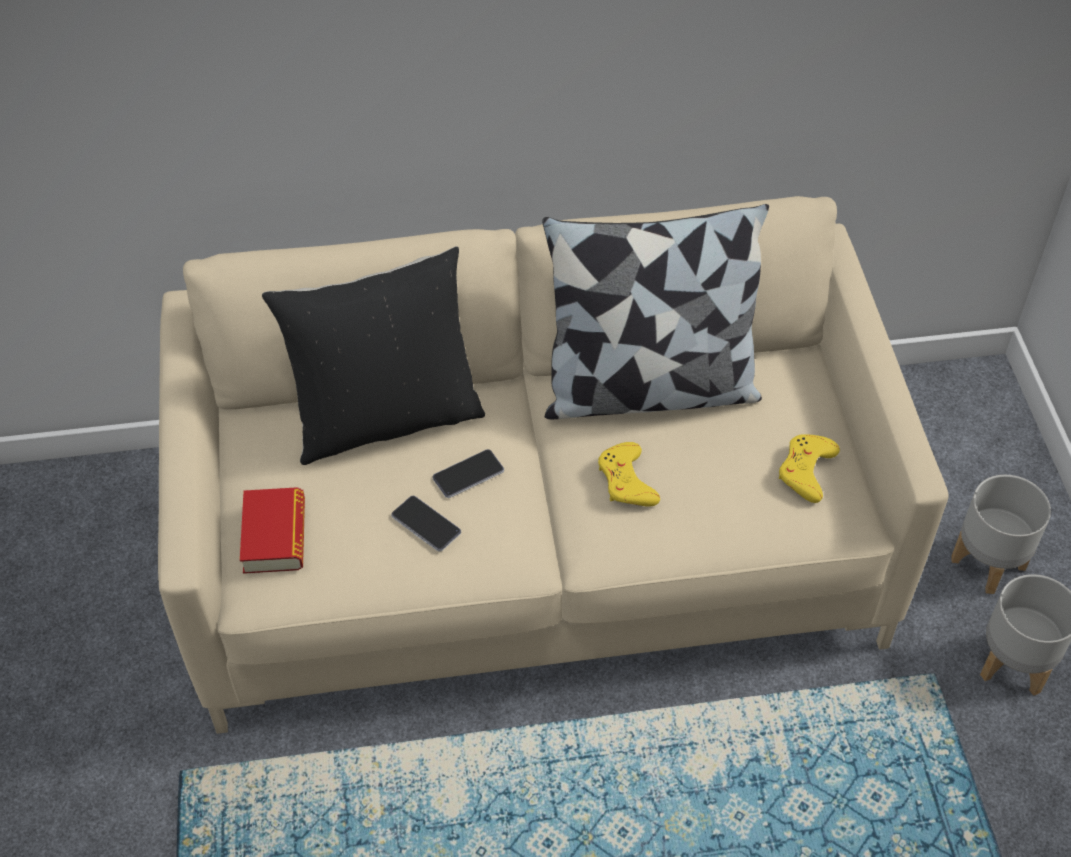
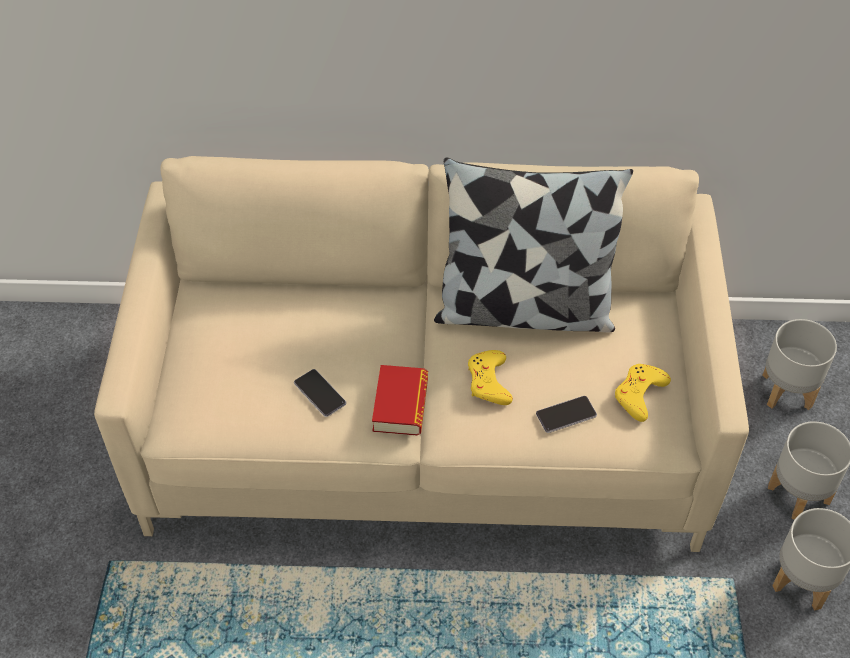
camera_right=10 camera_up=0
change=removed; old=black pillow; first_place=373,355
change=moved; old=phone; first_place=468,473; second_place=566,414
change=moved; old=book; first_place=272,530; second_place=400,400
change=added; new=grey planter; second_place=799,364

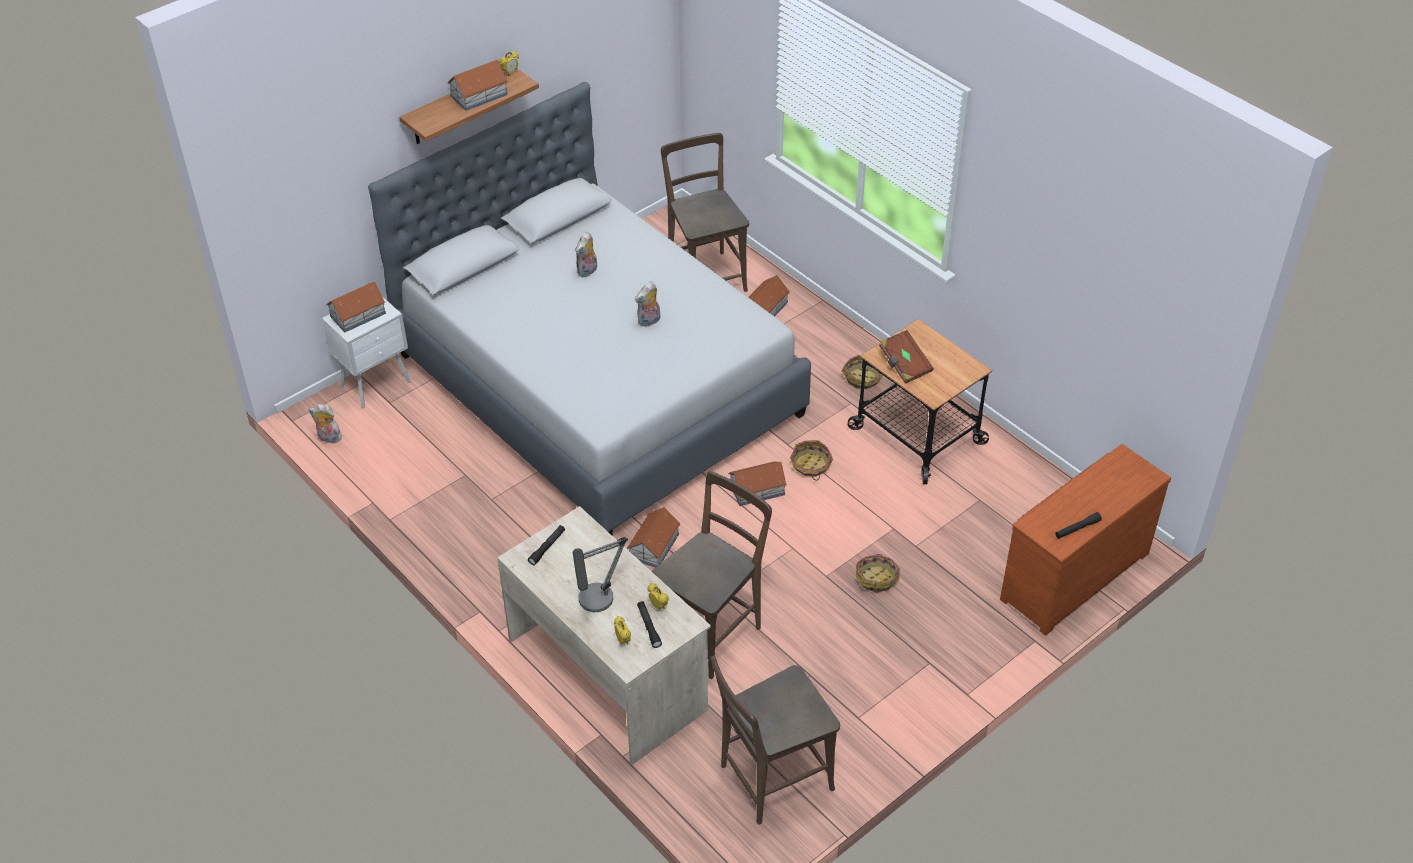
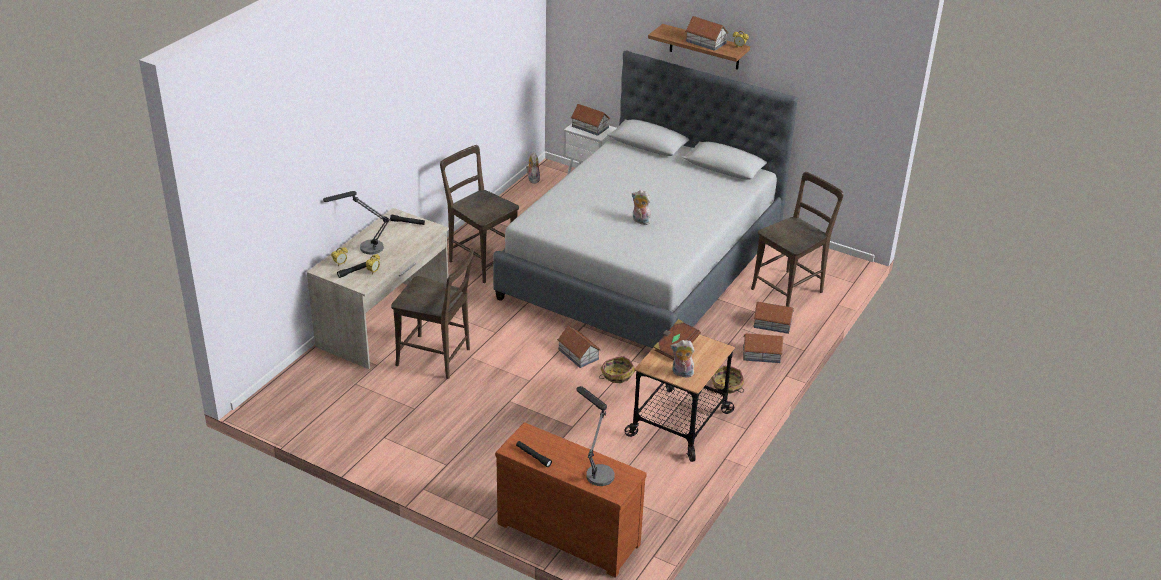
camera_right=70 camera_up=-10
change=moved; old=plush toy; first_place=586,255; second_place=682,359
change=moved; old=toy house; first_place=653,537; second_place=763,348
change=removed; old=basket; first_place=878,573
change=moved; old=brown chair; first_place=775,740; second_place=479,214
change=added; new=table lamp; second_place=596,436

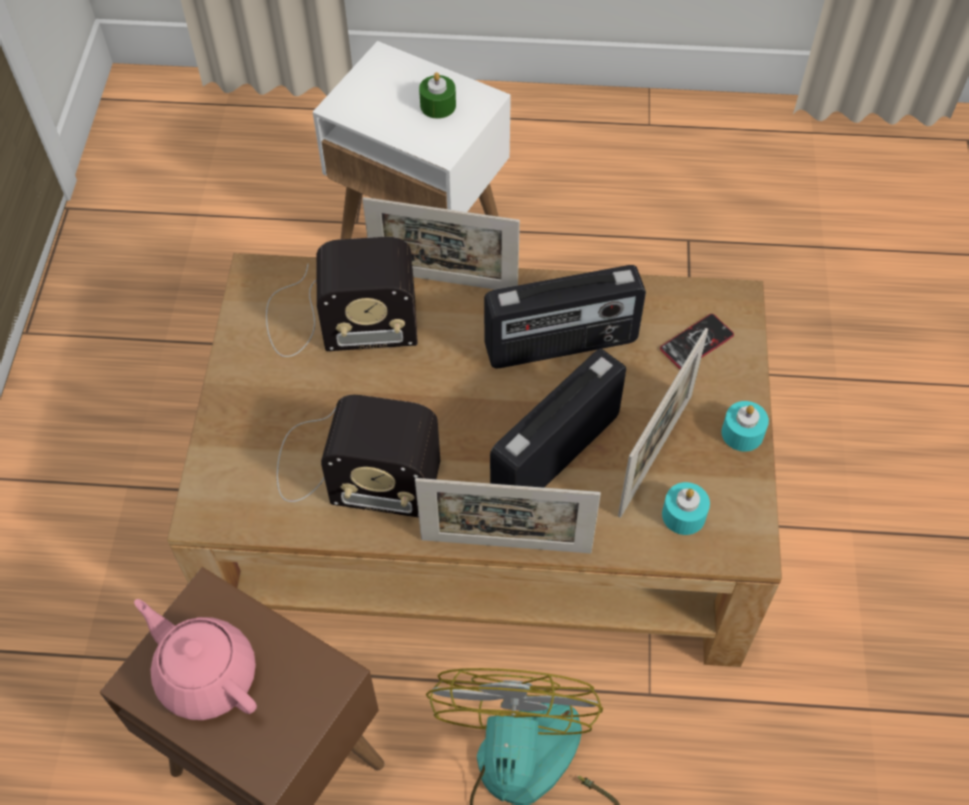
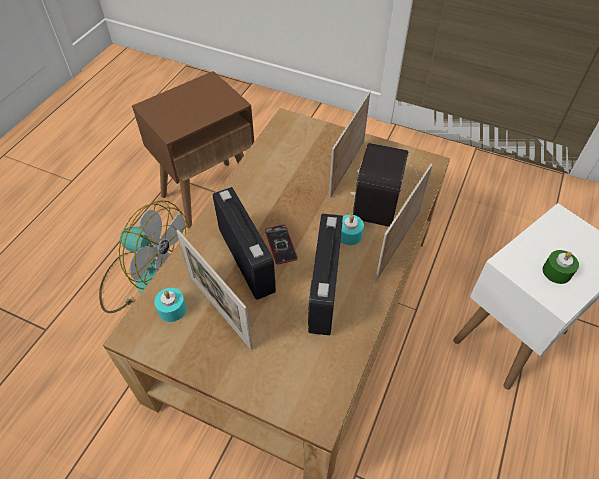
camera_right=110 camera_up=-5
change=moved; old=phone; first_place=697,341; second_place=281,244
change=removed; old=radio; first_place=358,456
change=moved; old=turquoise candle; first_place=745,426; second_place=352,230
change=moved; old=picture frame; first_place=508,515; second_place=349,144
change=removed; old=pink teapot; first_place=195,659

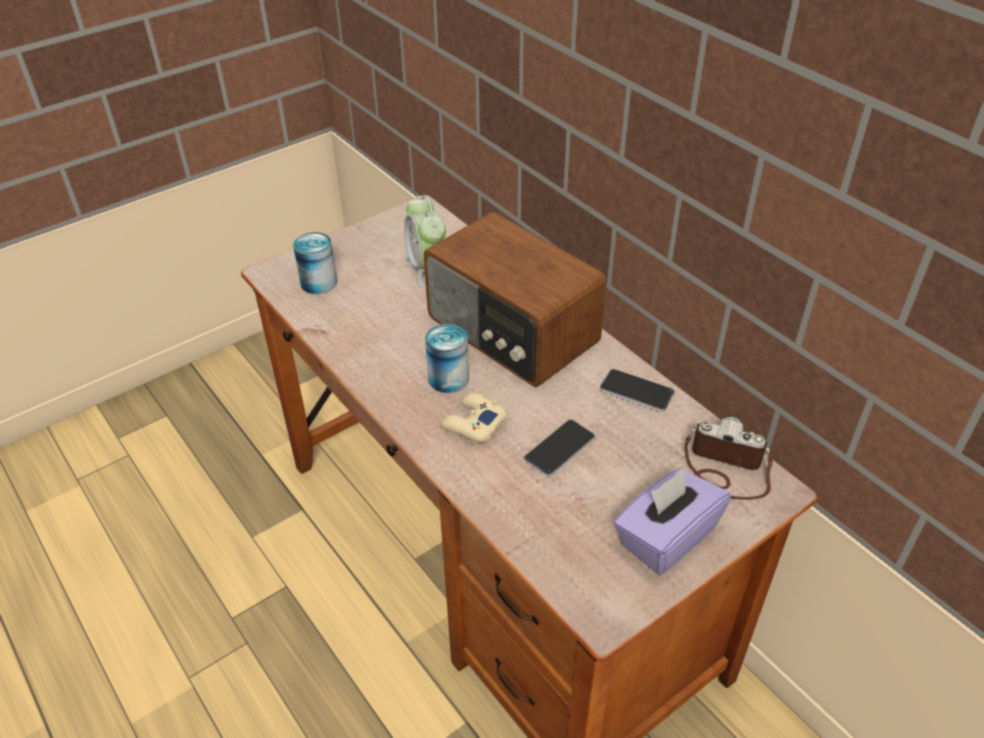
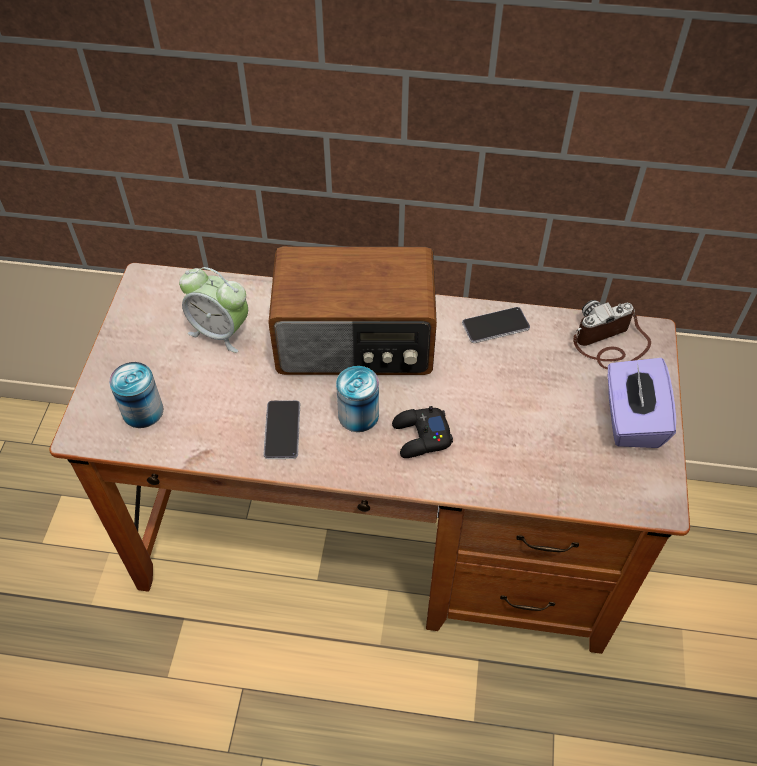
camera_right=-45 camera_up=10
change=recoloured; old=beige game controller; new=black game controller; first_place=474,418; second_place=422,432
change=moved; old=phone; first_place=559,448; second_place=282,429

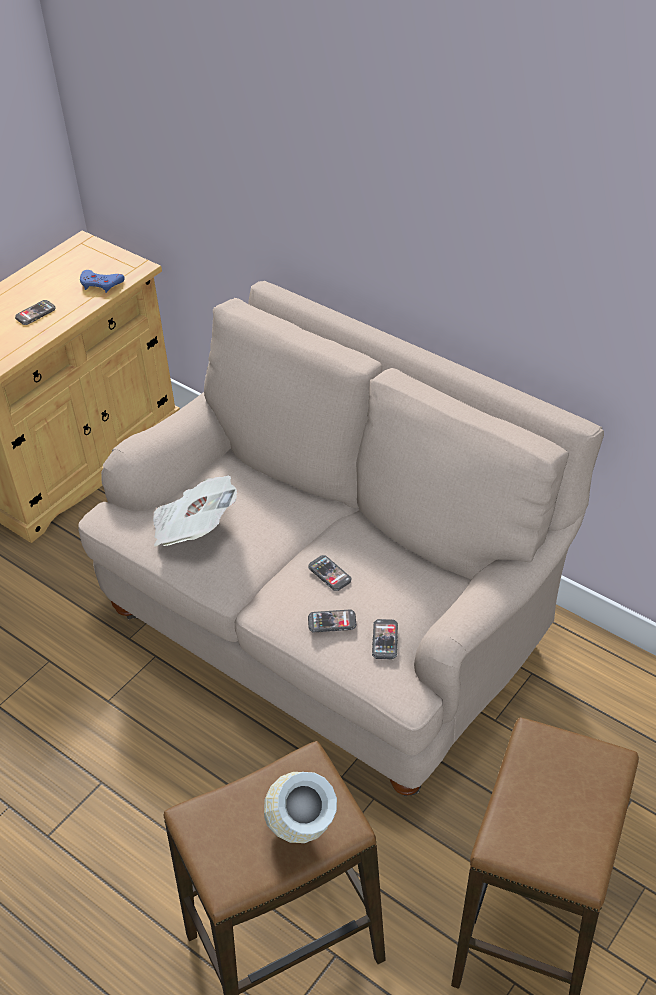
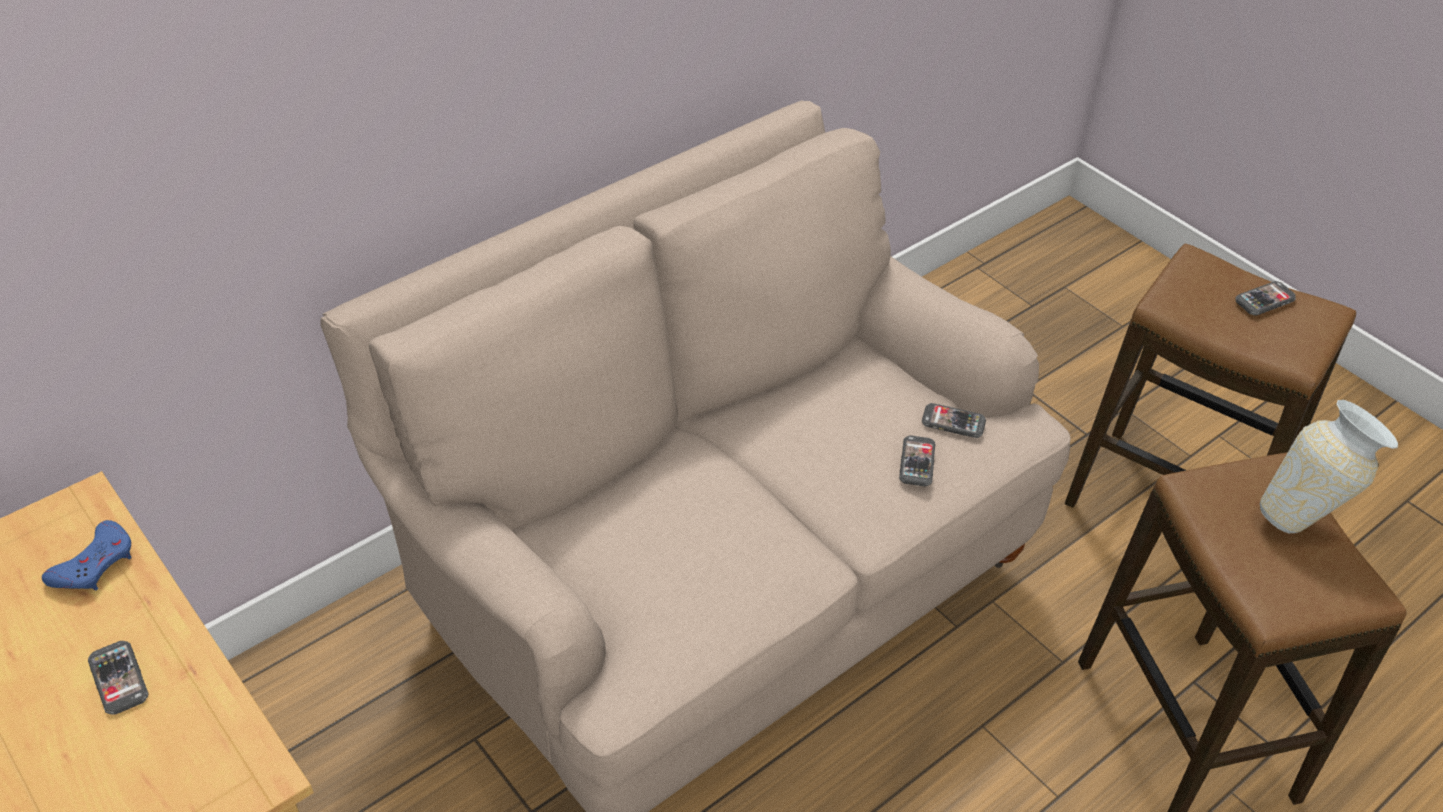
camera_right=-80 camera_up=0
change=removed; old=newspaper; first_place=195,511
change=moved; old=phone; first_place=330,573; second_place=1266,298

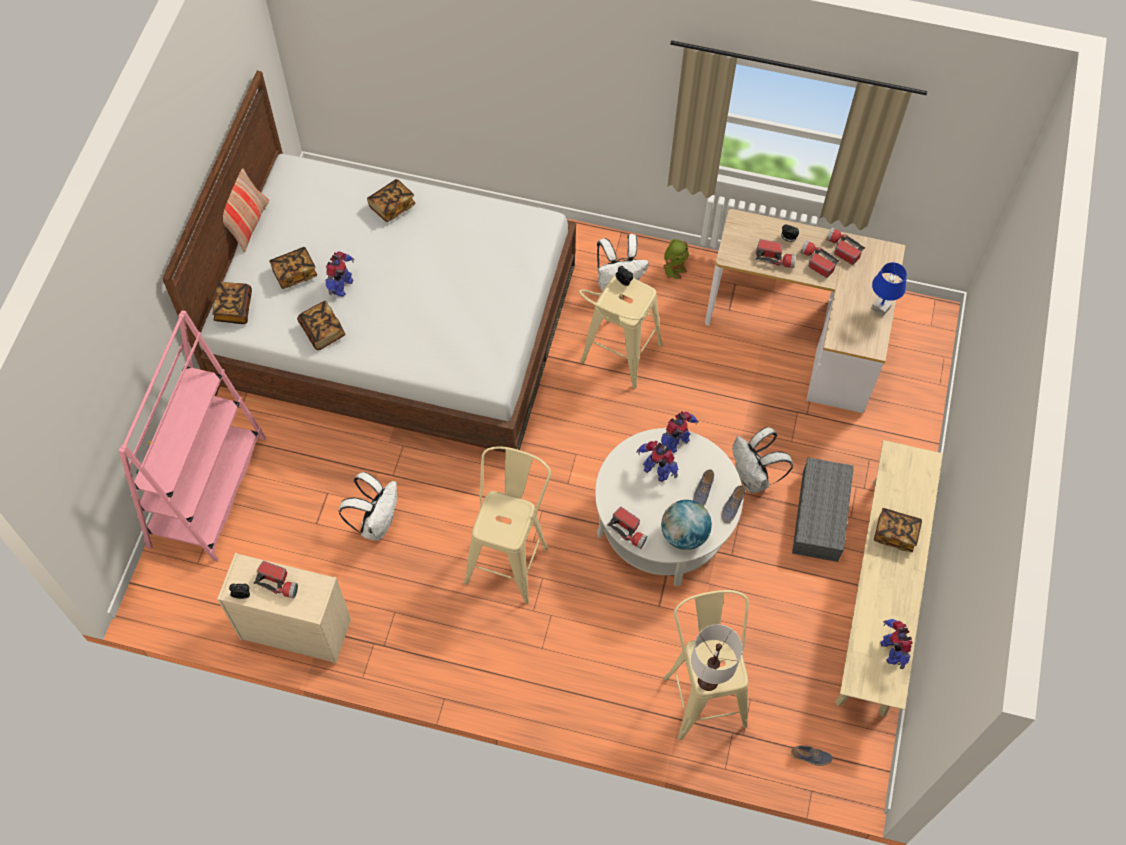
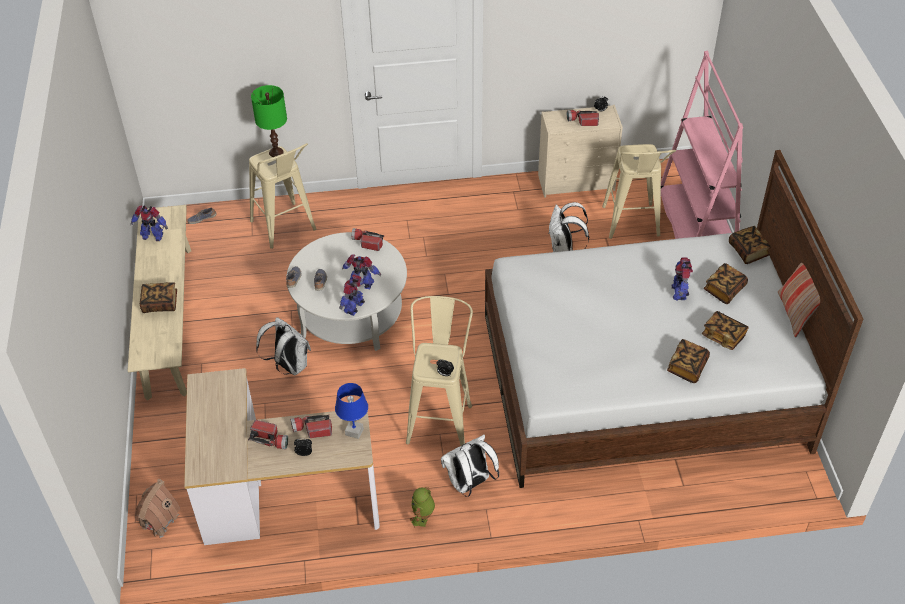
camera_right=160 camera_up=-15
change=removed; old=flashlight; first_place=845,246
change=moved; old=blue table lamp; first_place=889,289; second_place=351,411
change=moved; old=book; first_place=321,325; second_place=725,330
change=moved; old=beige stool; first_place=507,525; second_place=639,191
change=removed; old=grey storage box; first_place=823,509
change=removed; old=globe; first_place=686,525
change=turned; old=toy robot; first_place=896,644; second_place=149,223; degrees=135
change=recoloured; old=white table lamp; new=green table lamp; first_place=717,658; second_place=269,121
change=added; new=toy house; second_place=157,508

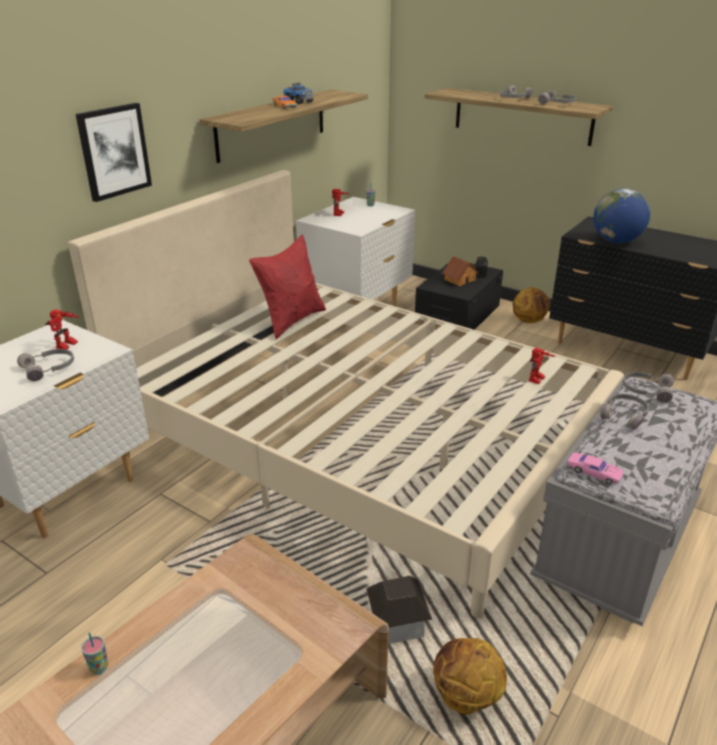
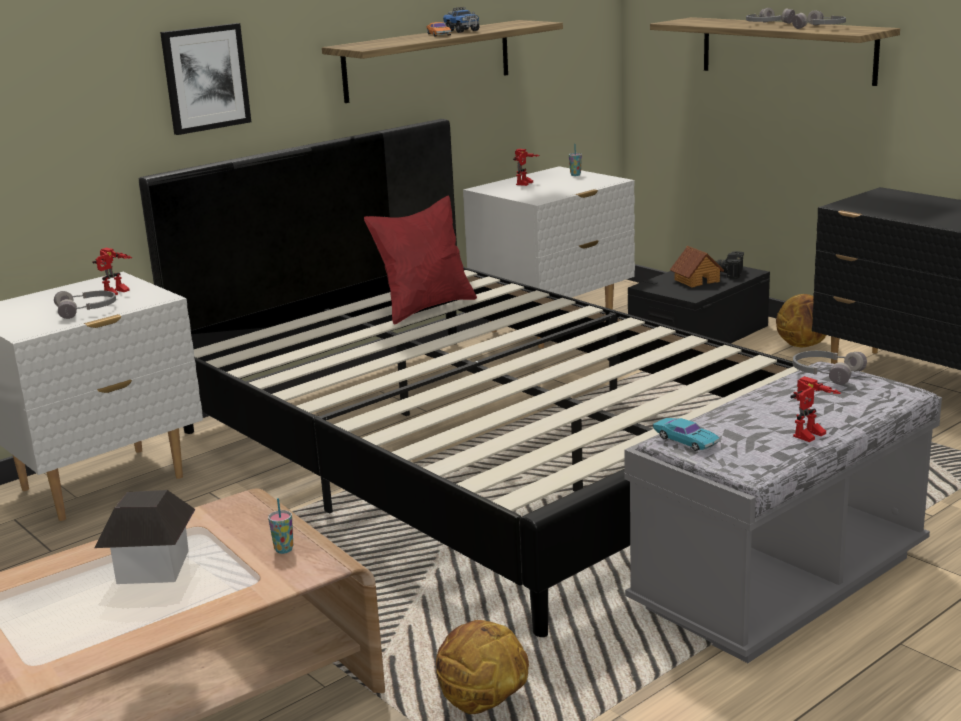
camera_right=15 camera_up=-10
change=recoloured; old=beige bed; new=black bed; first_place=346,394; second_place=473,378
change=removed; old=globe; first_place=621,216
change=moved; old=toy robot; first_place=542,366; second_place=815,409
change=removed; old=grey headphones; first_place=624,412
change=recoloured; old=pink toy car; new=turquoise toy car; first_place=595,468; second_place=686,434
change=moved; old=toy house; first_place=399,610; second_place=145,537
change=moved; old=cup; first_place=94,653; second_place=280,526

